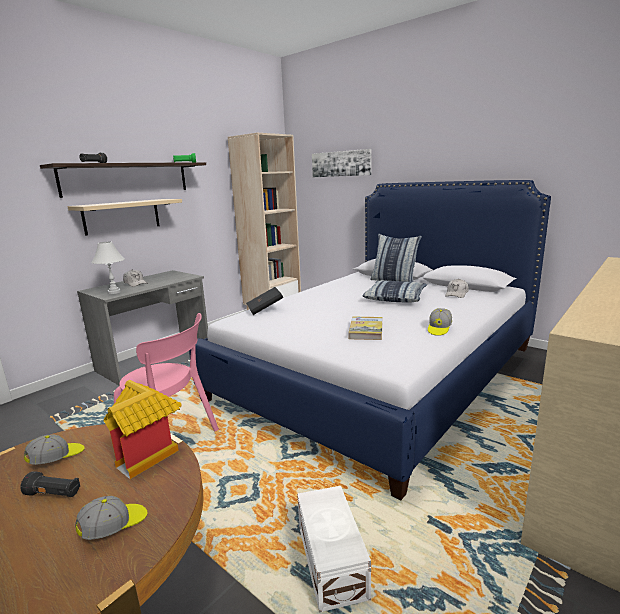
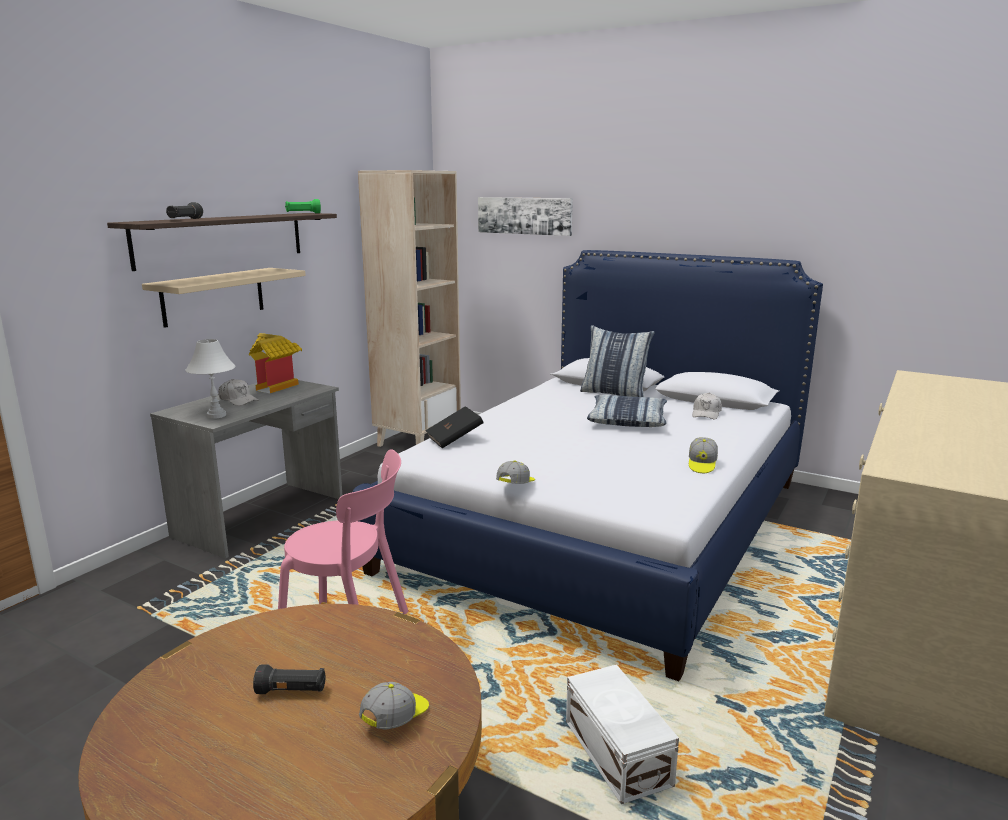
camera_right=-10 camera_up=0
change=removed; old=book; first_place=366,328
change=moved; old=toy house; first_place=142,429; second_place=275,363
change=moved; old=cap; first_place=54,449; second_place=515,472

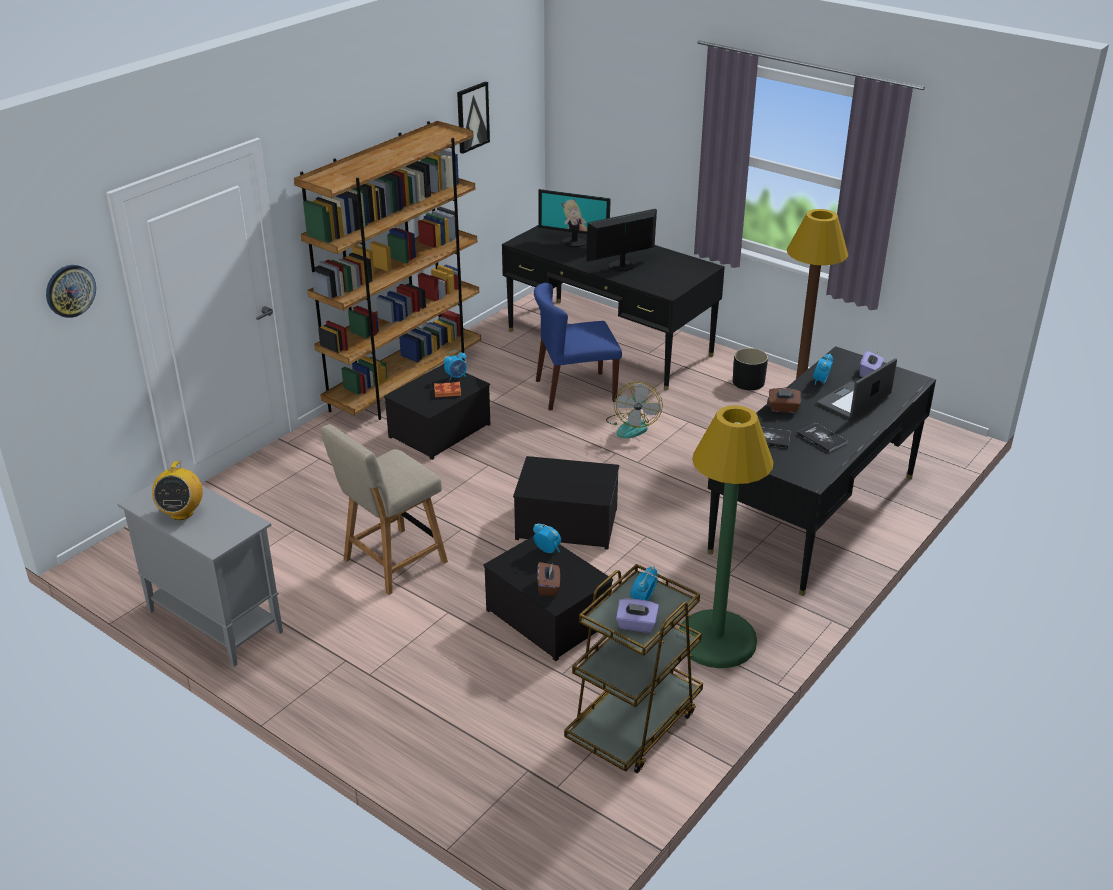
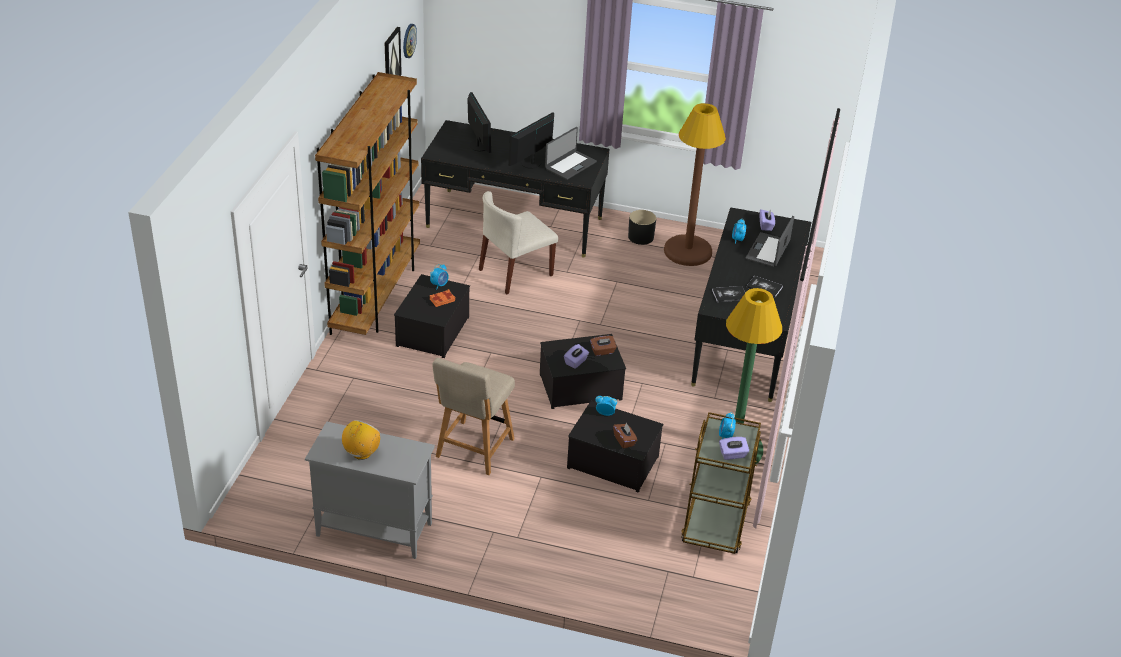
camera_right=-25 camera_up=5
change=turned; old=monitor; first_place=574,218; second_place=479,122; degrees=-105
change=moved; old=wall clock; first_place=71,291; second_place=410,41
change=recoloured; old=blue chair; new=beige chair; first_place=578,347; second_place=518,243
change=removed; old=fan; first_place=634,410
change=moved; old=brown tissue box; first_place=785,400; second_place=603,346
change=turned; old=radio; first_place=177,490; second_place=361,440; degrees=-135
change=added; new=laptop; second_place=571,153
change=added; new=purple tissue box; second_place=576,356

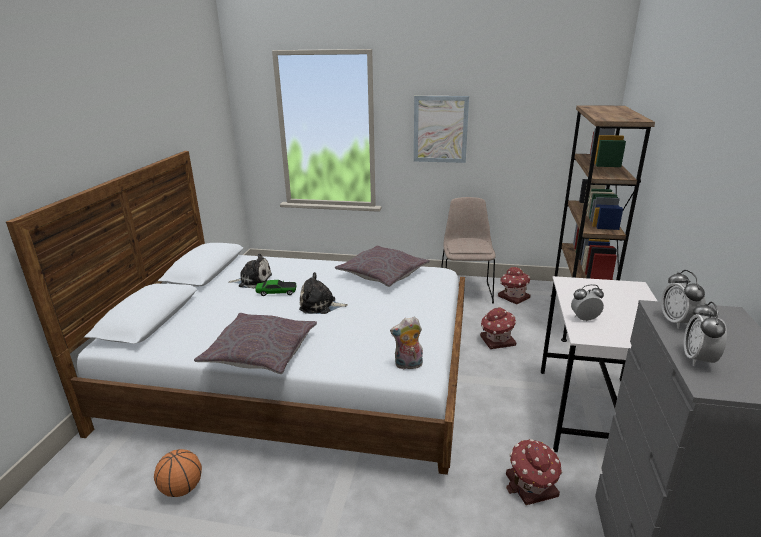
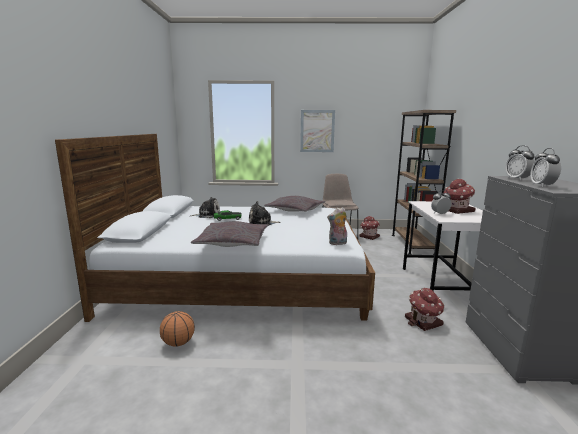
camera_right=-10 camera_up=-10
change=moved; old=toy house; first_place=498,328; second_place=459,196

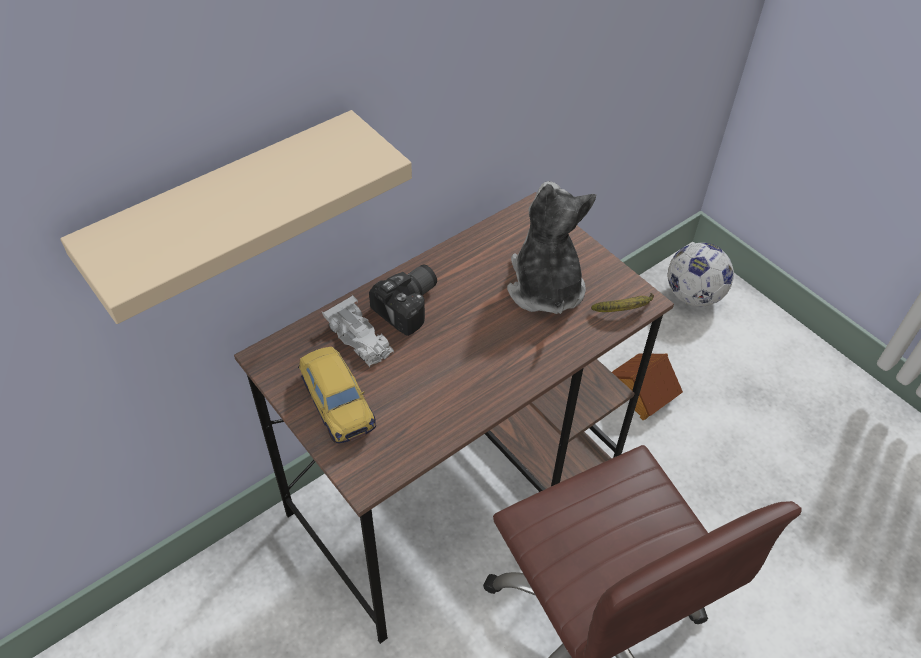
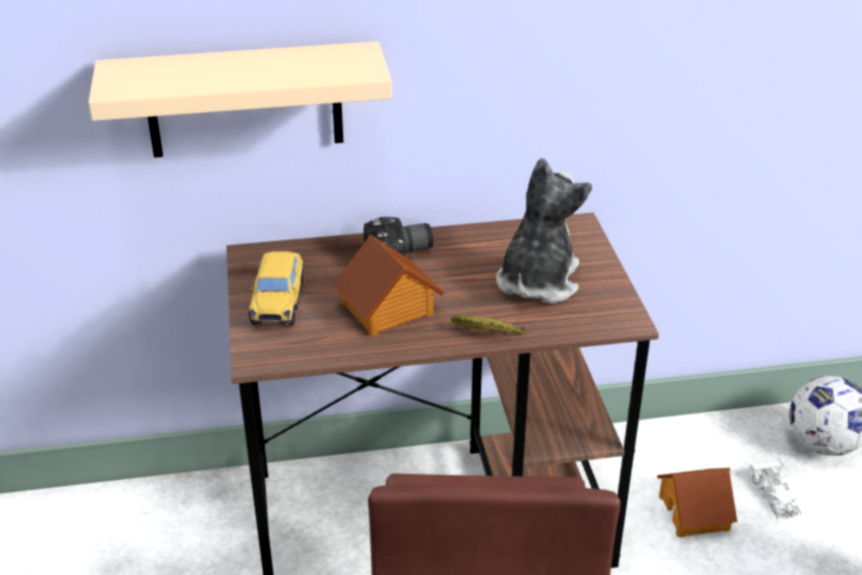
camera_right=30 camera_up=-15
change=moved; old=banana; first_place=622,302; second_place=488,324
change=moved; old=white toy car; first_place=358,331; second_place=776,489
change=added; new=toy house; second_place=388,285

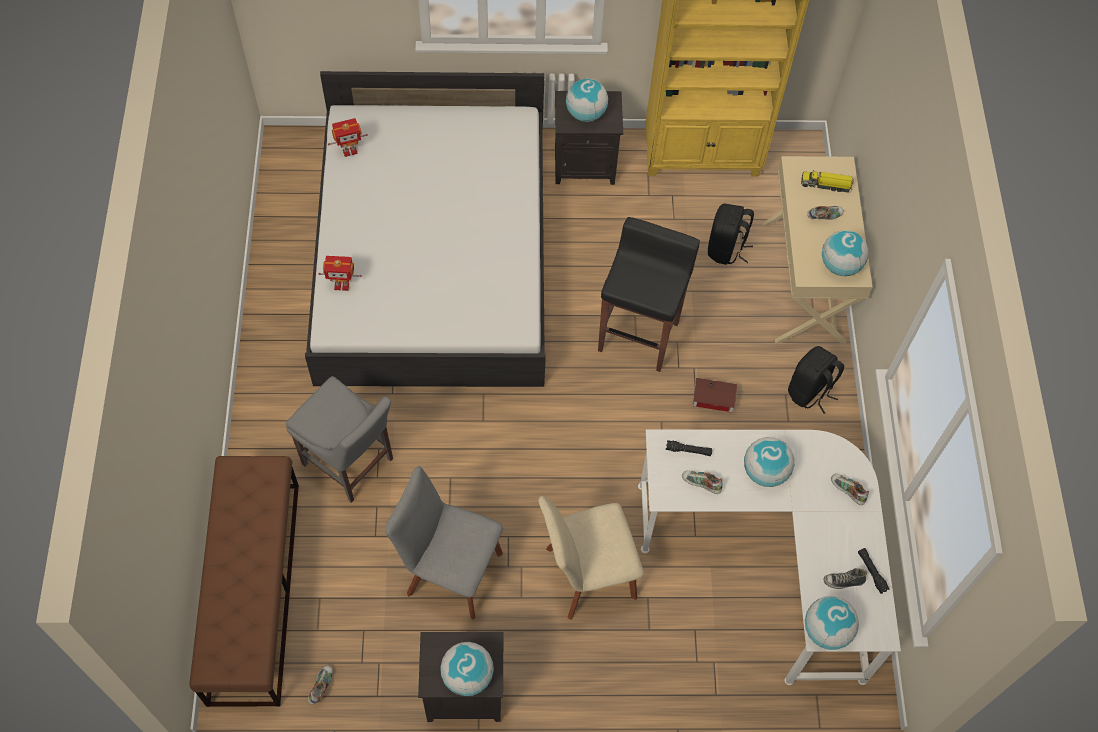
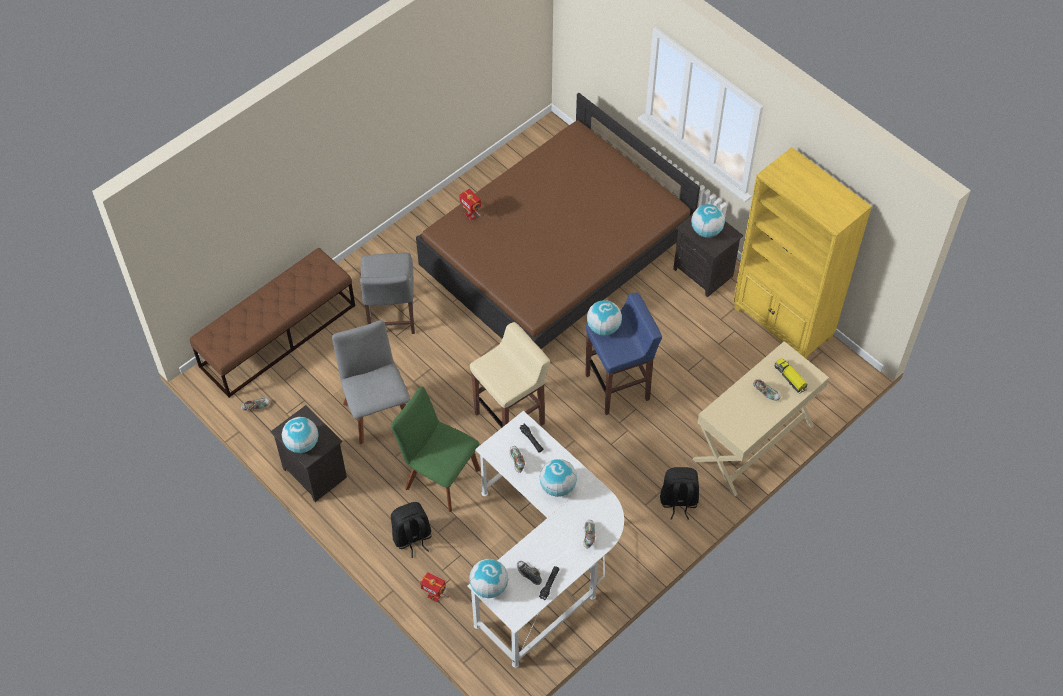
camera_right=50 camera_up=-5
change=recoloured; old=white bed; new=brown bed; first_place=425,229; second_place=558,221
change=moved; old=toy robot; first_place=348,137; second_place=434,587
change=moved; old=black backpack; first_place=731,234; second_place=411,530
change=recoloured; old=black stool; new=blue stool; first_place=649,294; second_place=623,354
change=moved; old=globe; first_place=845,253; second_place=604,318
change=removed; old=toy house; first_place=715,395
change=recoloured; old=beige chair; new=green chair; first_place=591,558; second_place=435,449
change=added; new=beige stool; second_place=510,375

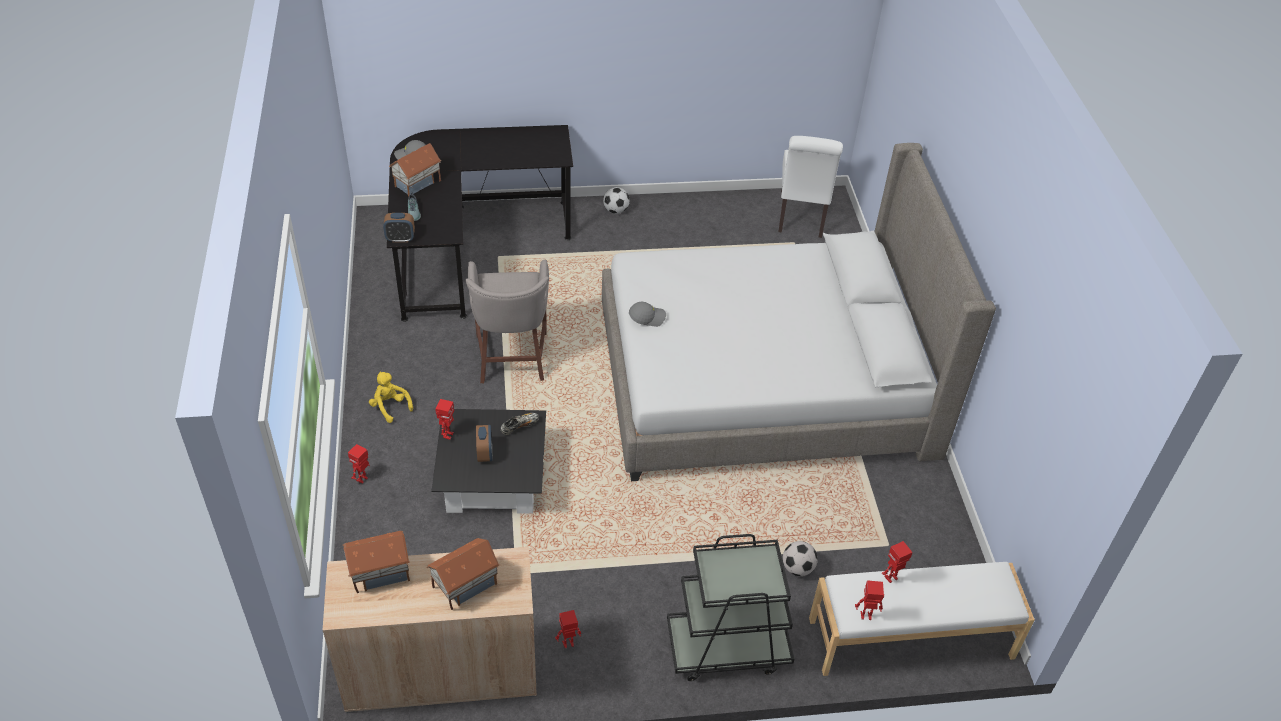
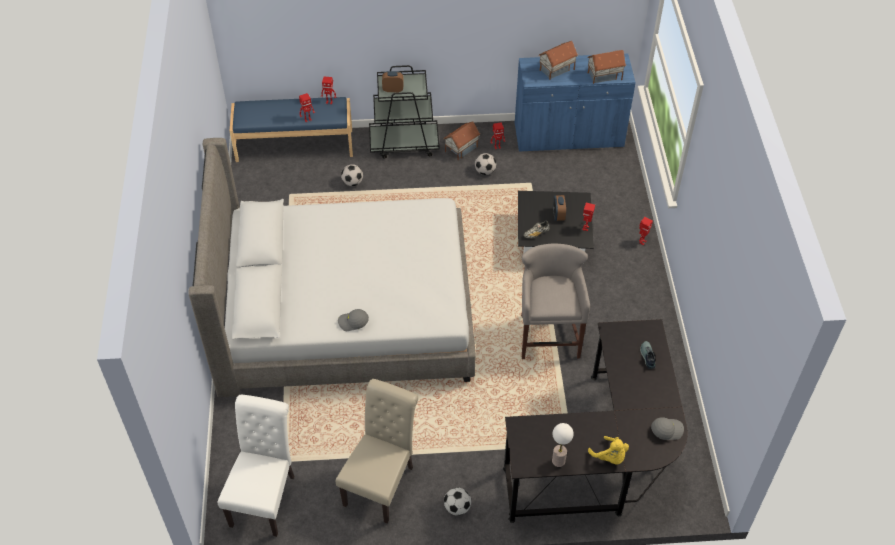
camera_right=-175 camera_up=5
change=moved; old=toy house; first_place=415,170; second_place=462,140
change=moved; old=alarm clock; first_place=399,227; second_place=393,81
change=moved; old=grey cap; first_place=647,314; second_place=353,320
change=moved; old=yellow plush toy; first_place=391,397; second_place=608,450
change=recoloured; old=beige cabinet; new=blue cabinet; first_place=430,630; second_place=575,103
change=recoloured; old=white bench; new=blue bench; first_place=922,619; second_place=291,129
change=added; new=football; second_place=485,164
change=added; new=beige chair; second_place=377,451
change=added; new=table lamp; second_place=563,445

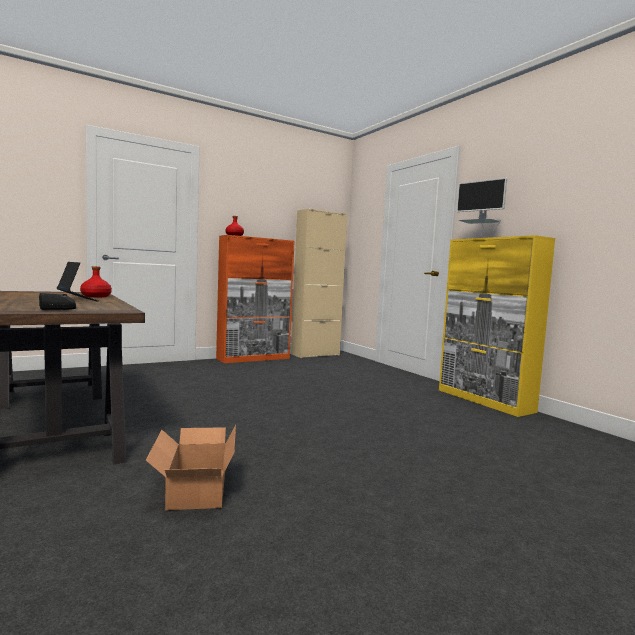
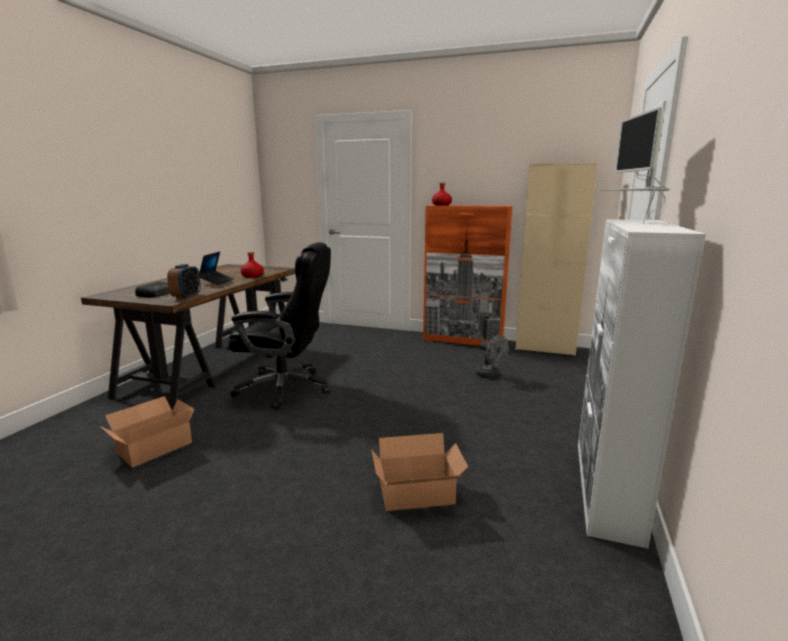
camera_right=50 camera_up=10
change=recoloured; old=yellow cabinet; new=white cabinet; first_place=497,326; second_place=642,384
change=added; new=black office chair; second_place=280,326
change=added; new=alarm clock; second_place=184,281
change=added; new=grey fan; second_place=492,356
change=added; new=cardboard box; second_place=419,472

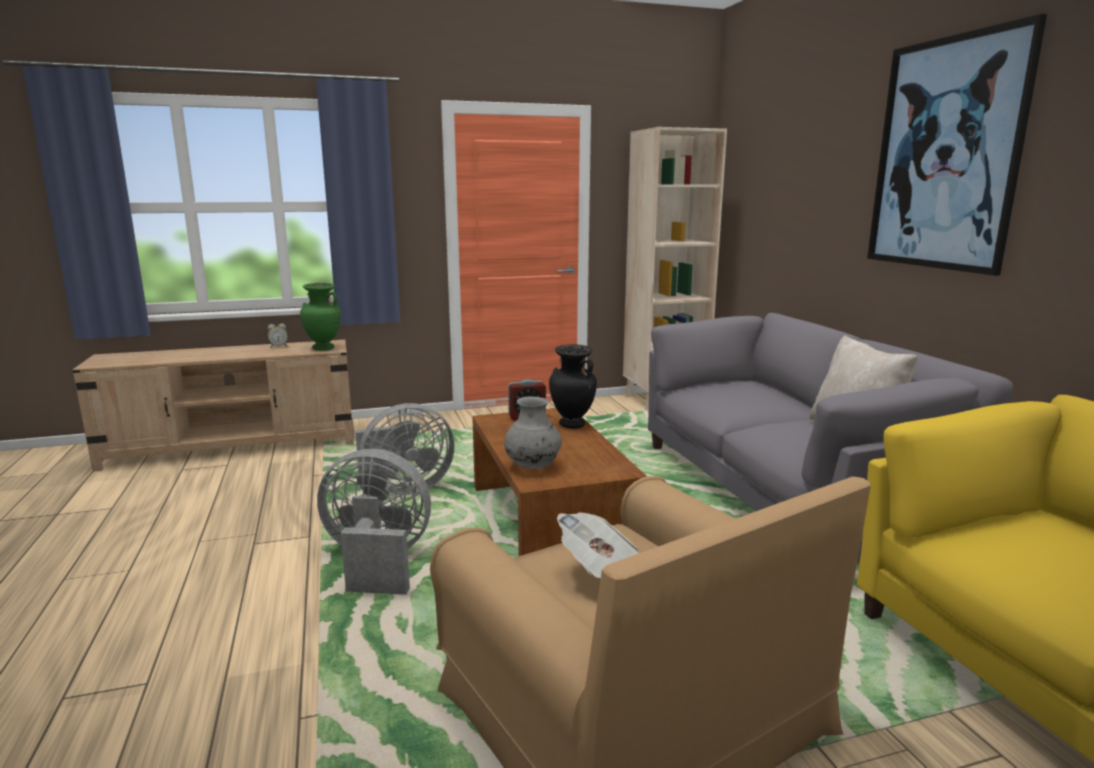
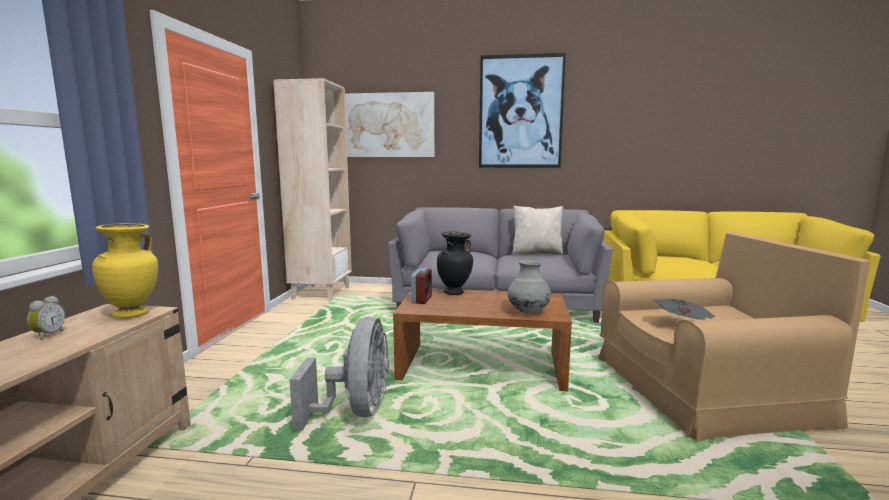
camera_right=-65 camera_up=-5
change=recoloured; old=green vase; new=yellow vase; first_place=320,316; second_place=125,271
change=removed; old=grey fan; first_place=374,522
change=added; new=picture; second_place=390,124

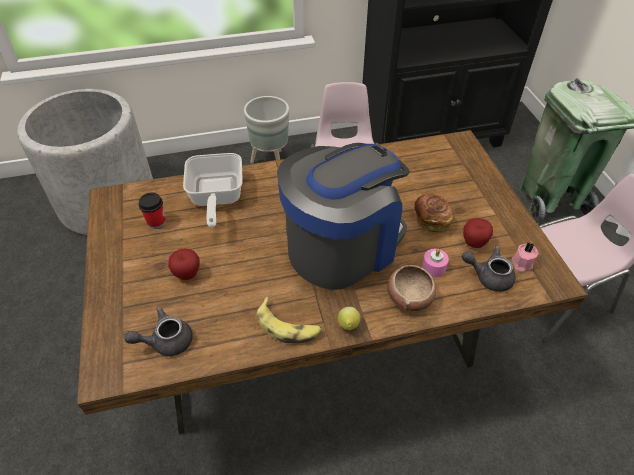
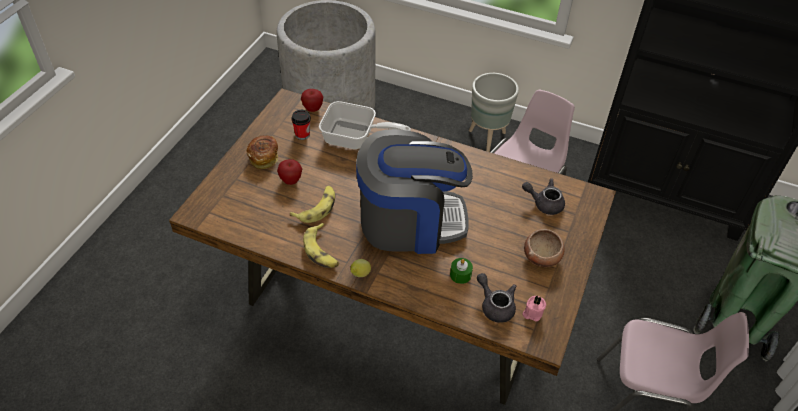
camera_right=35 camera_up=0
change=turned; old=frying pan; first_place=213,190; second_place=365,125; degrees=-105
change=moved; old=bread; first_place=434,213; second_place=262,152
change=moved; old=apple; first_place=478,233; second_place=312,100
change=recoloured; old=pink candle; new=green candle; first_place=435,263; second_place=461,271
change=moved; old=bowl; first_place=411,288; second_place=544,248
change=moved; old=grey teapot; first_place=158,331; second_place=543,197
change=added; new=banana; second_place=312,204

